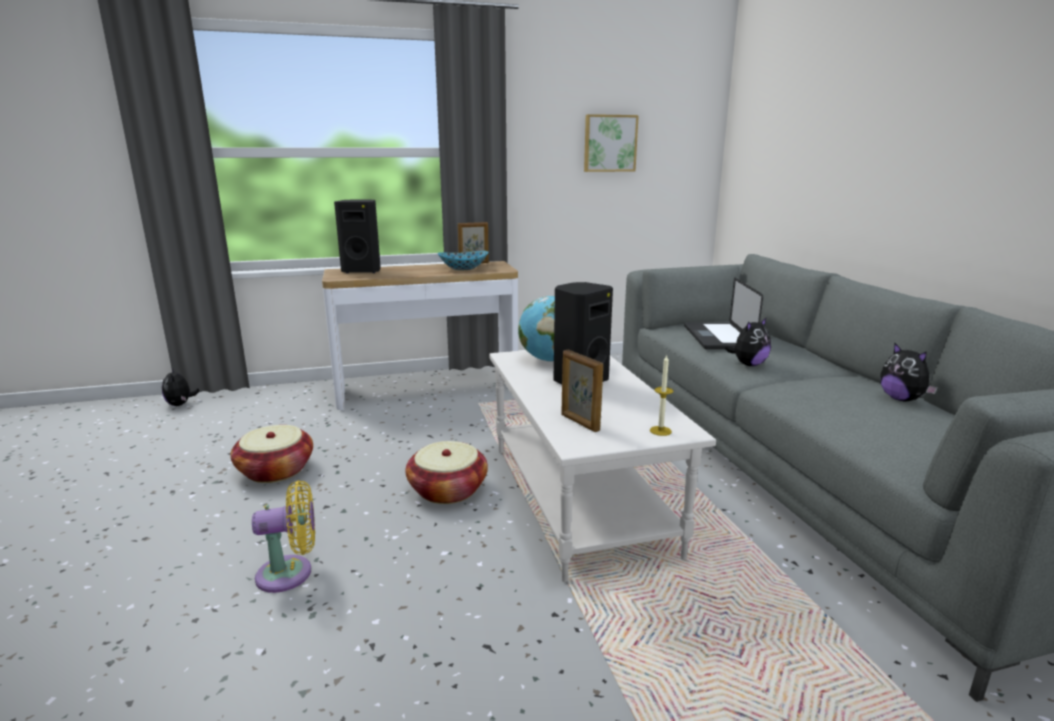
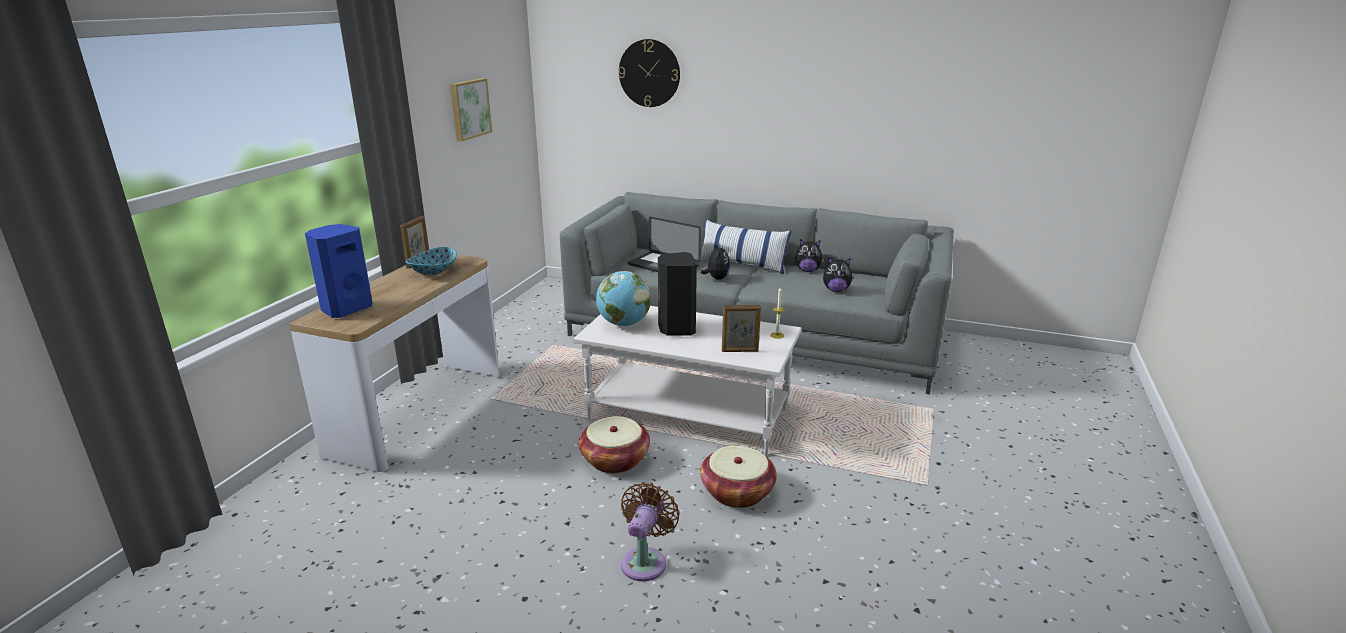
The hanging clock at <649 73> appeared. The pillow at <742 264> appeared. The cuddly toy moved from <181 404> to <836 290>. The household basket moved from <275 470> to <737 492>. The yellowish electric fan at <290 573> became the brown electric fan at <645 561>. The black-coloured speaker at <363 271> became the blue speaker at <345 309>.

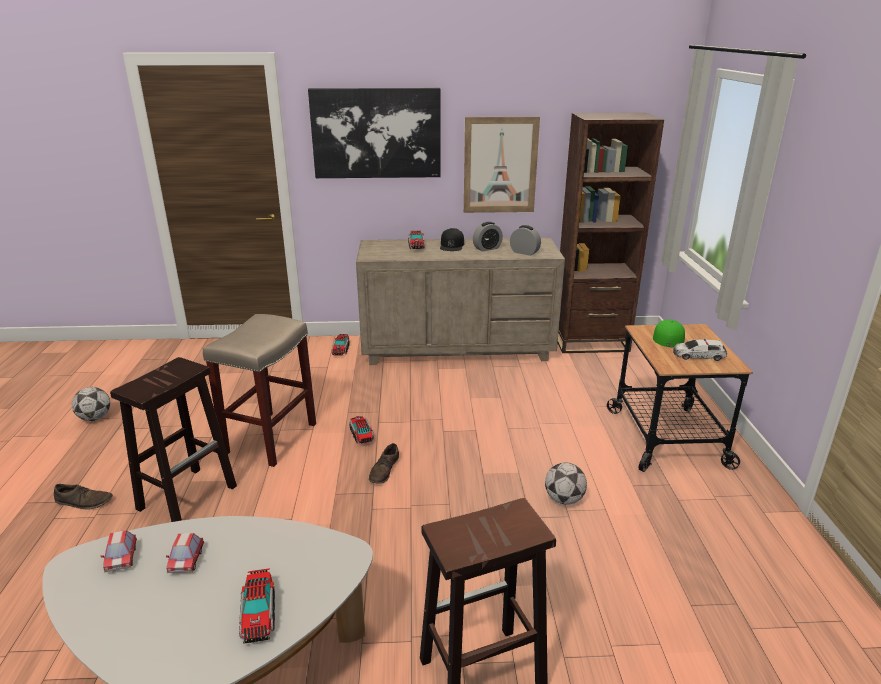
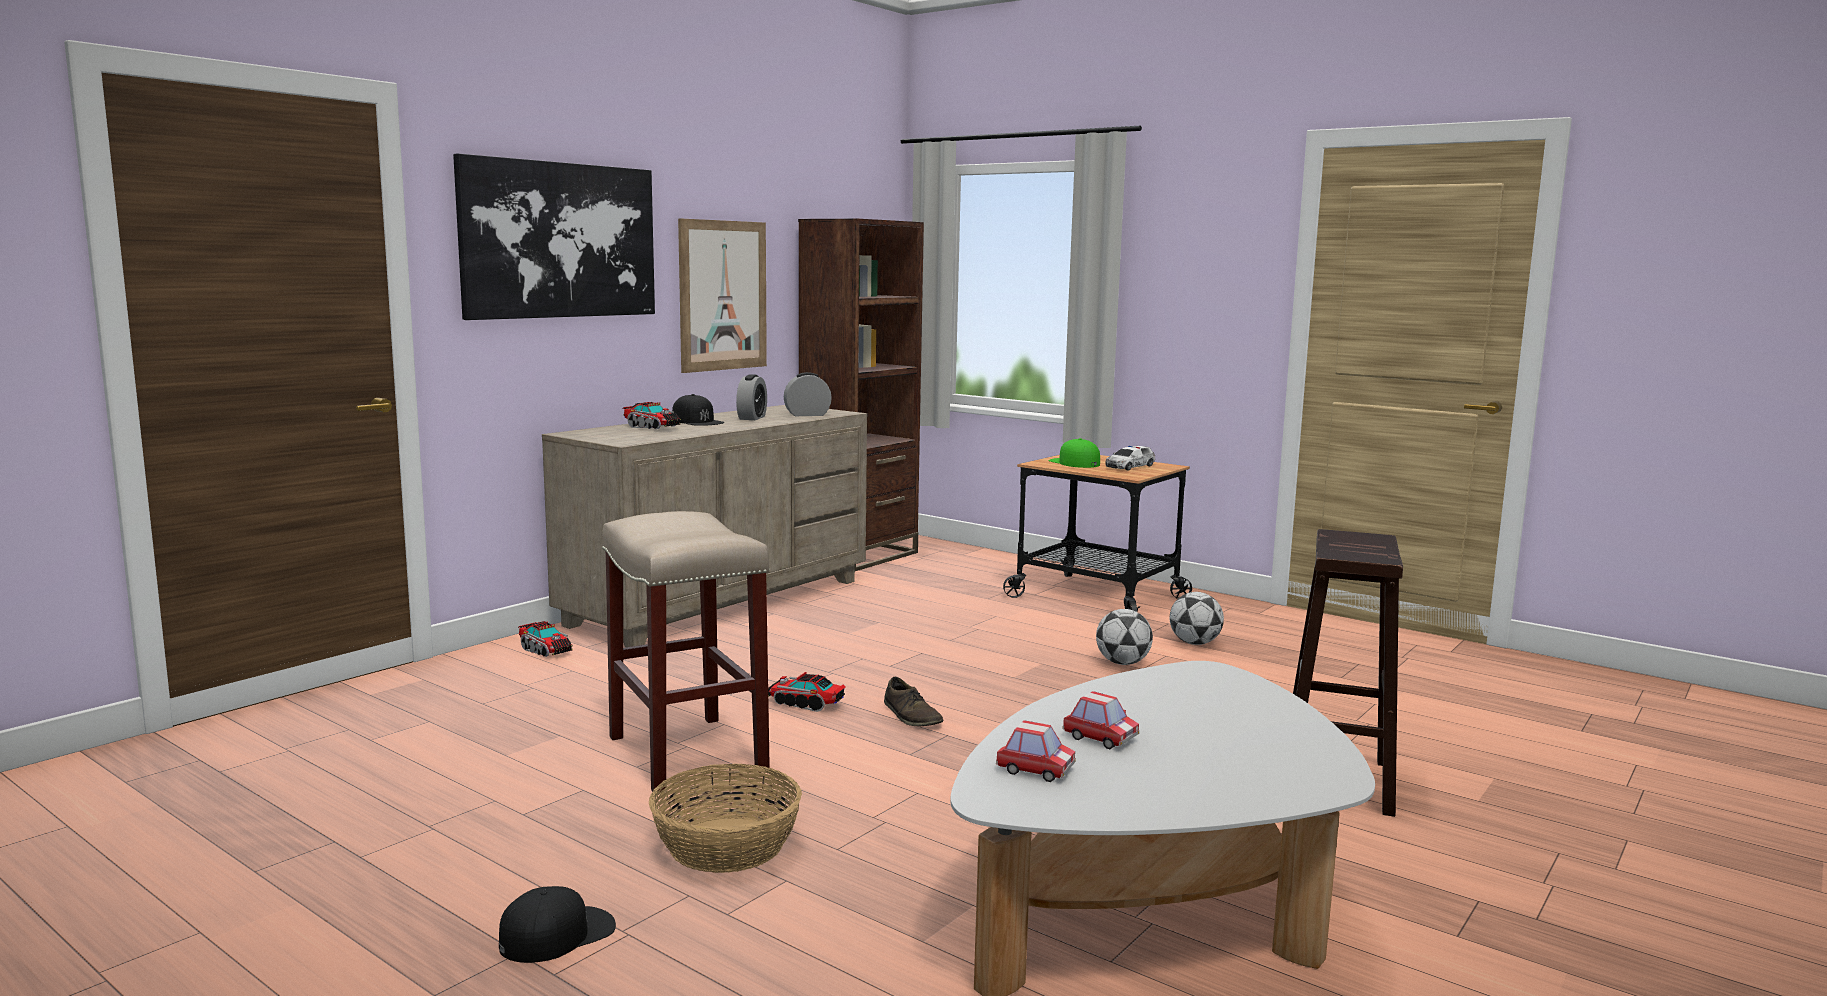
The model truck at <258 615> disappeared. The football ball moved from <95 418> to <1194 643>. The brown shoe at <84 501> was replaced by the black-coloured cap at <557 934>. The brown stool at <188 496> was replaced by the household basket at <725 845>.

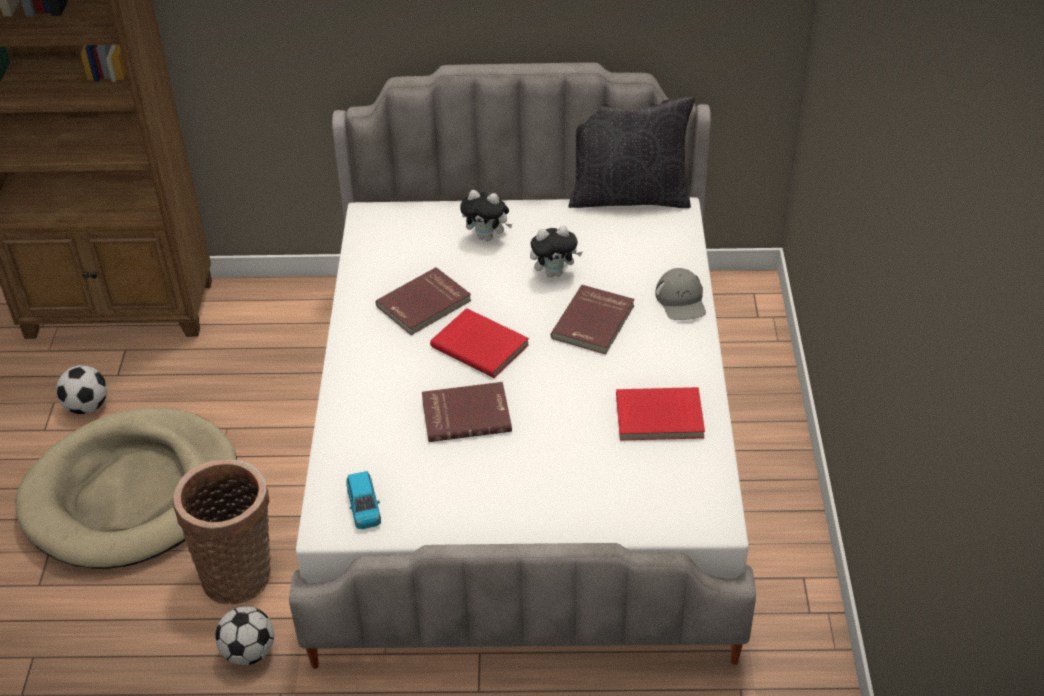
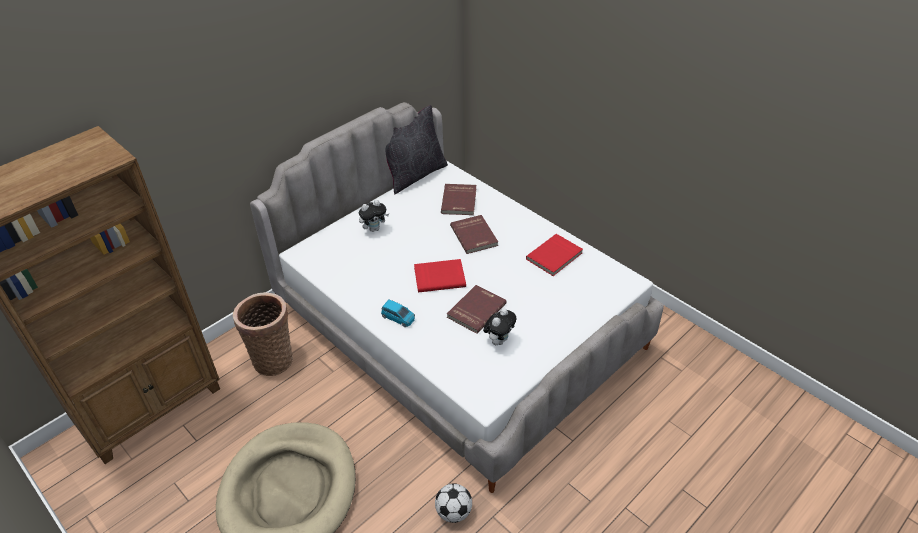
The football ball at <87 406> disappeared. The greyish cap at <681 300> disappeared. The household basket moved from <239 573> to <273 358>. The blue model car moved from <364 508> to <398 318>. The red bound book moved from <425 304> to <460 201>. The cuddly toy moved from <554 273> to <499 340>.

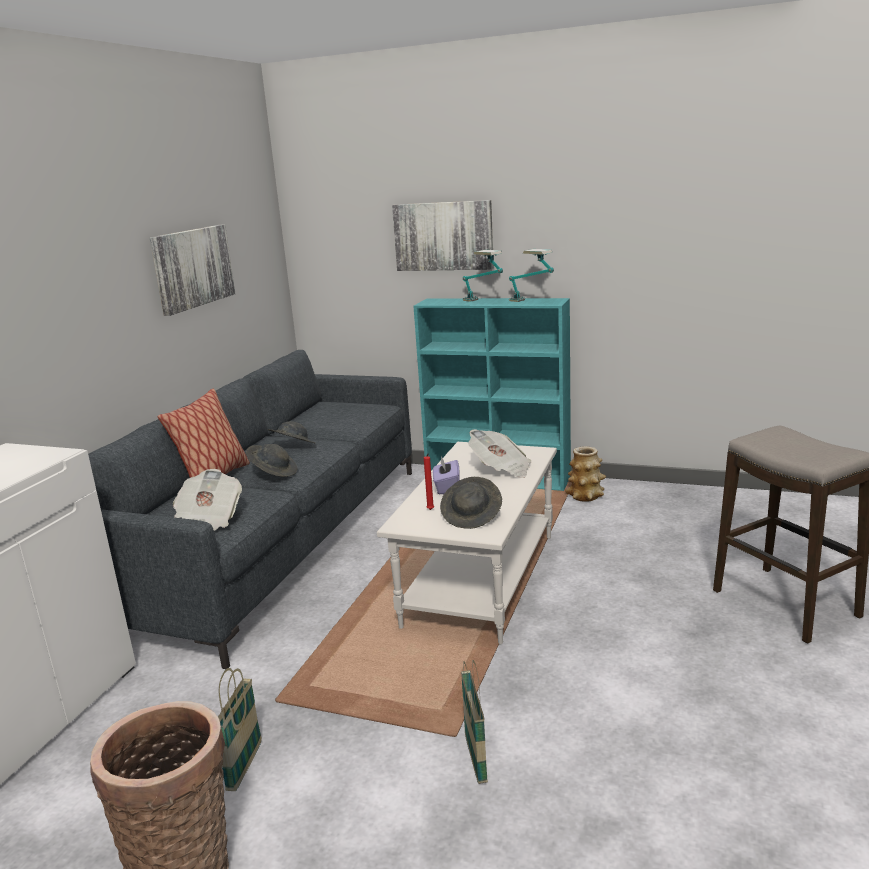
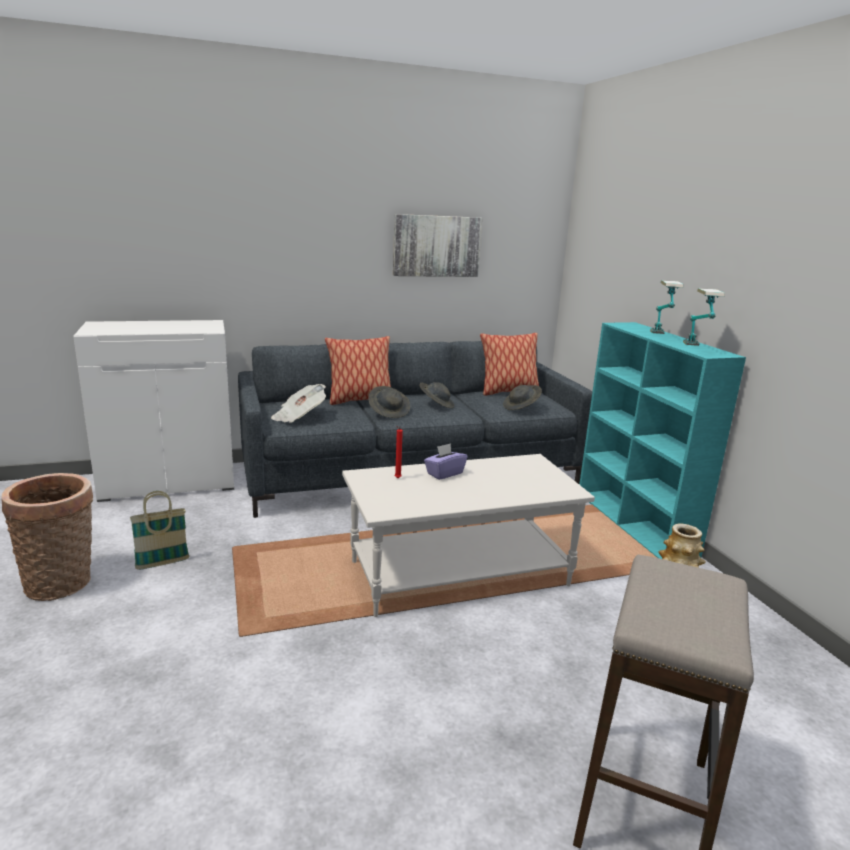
The wall art at <443 236> disappeared. The household basket at <476 759> disappeared. The daily paper at <501 469> disappeared. The pillow at <508 392> appeared. The greyish hat moved from <472 516> to <521 407>.

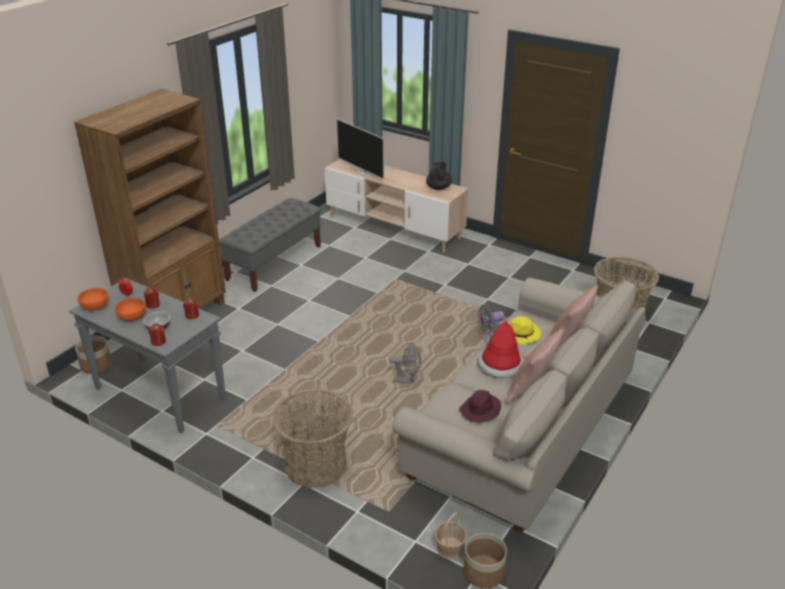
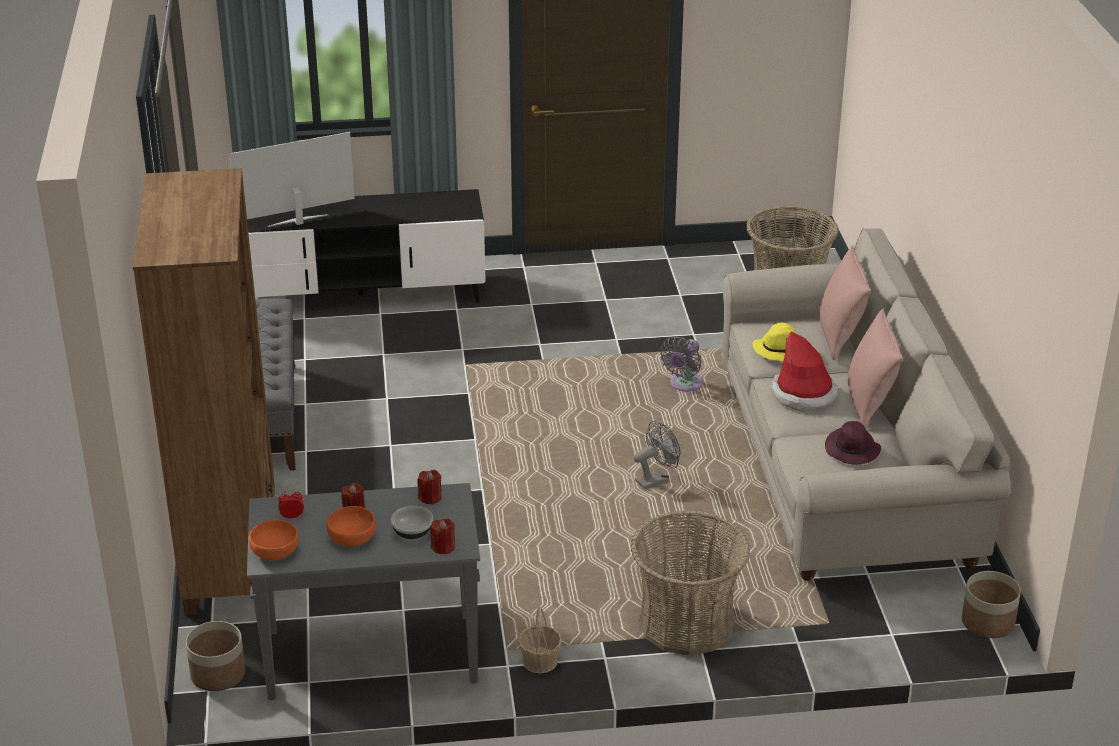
The black-coloured teapot at <438 187> disappeared. The household basket moved from <449 548> to <539 661>. The beige-coloured tv stand at <394 227> became the black-coloured tv stand at <360 294>. The TV set at <363 173> turned 150 degrees clockwise.

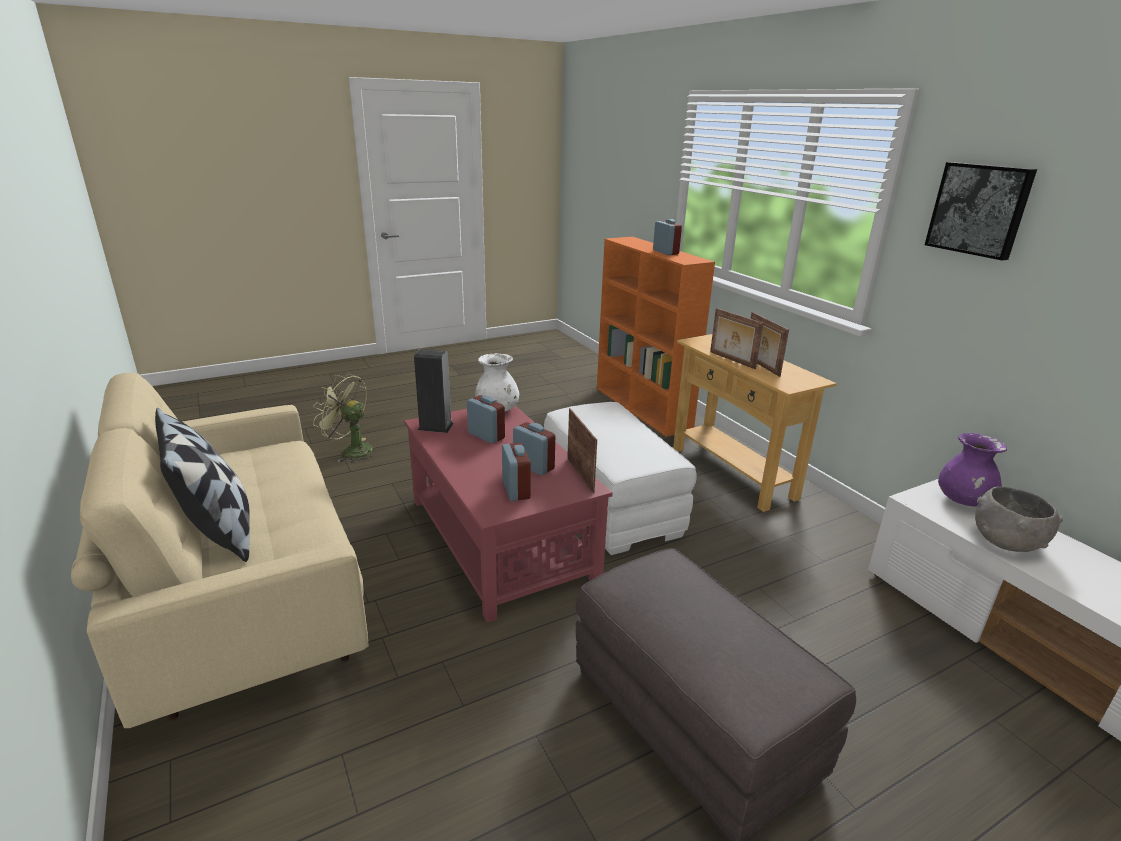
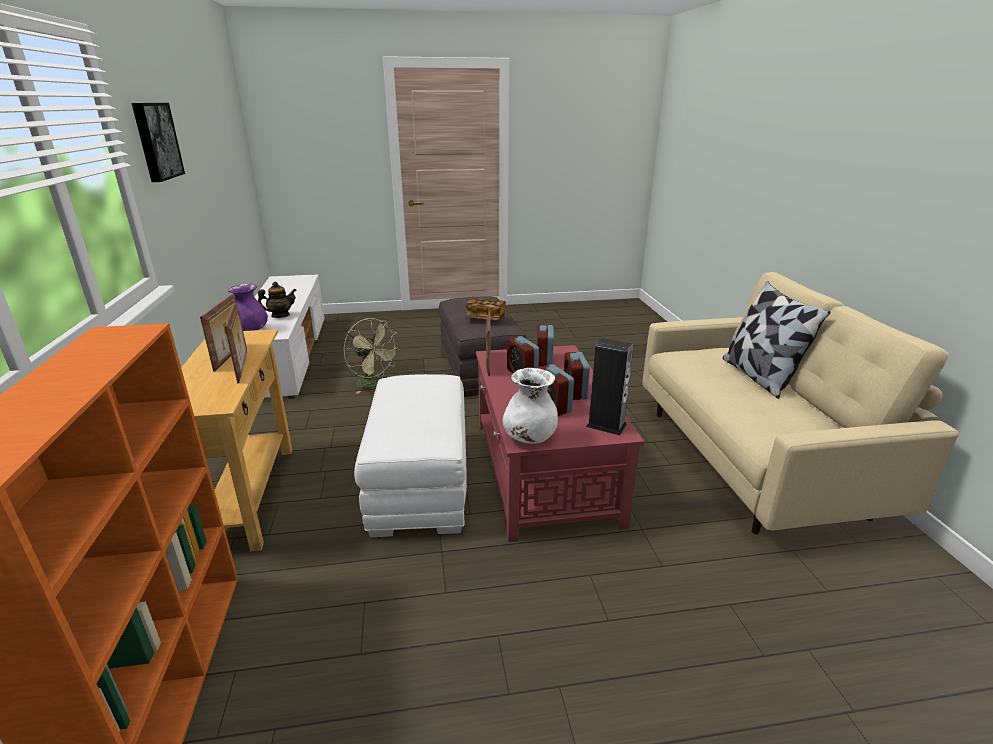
The bound book at <485 318> appeared. The greenish electric fan moved from <350 450> to <374 384>. The table clock moved from <665 252> to <574 392>. The greyish bowl at <1006 542> was replaced by the teapot at <280 315>.

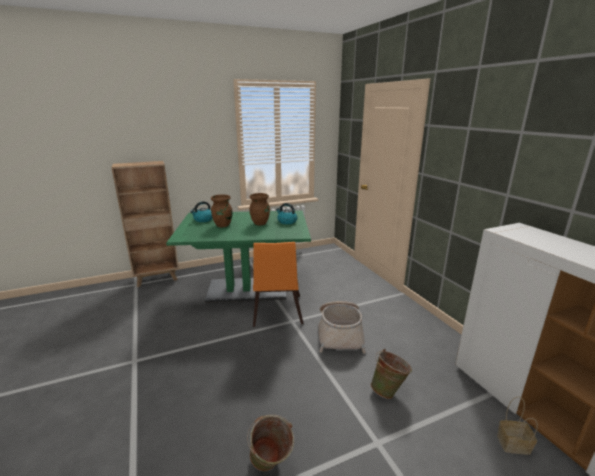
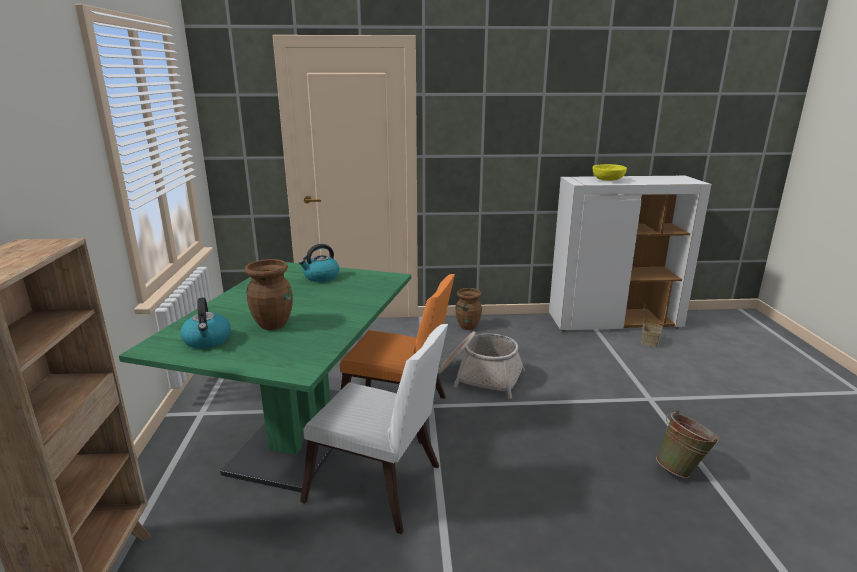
The greenish pail at <389 391> disappeared. The white upright chair at <380 488> appeared. The yellowish bowl at <607 180> appeared. The brown vase moved from <260 223> to <467 326>.

